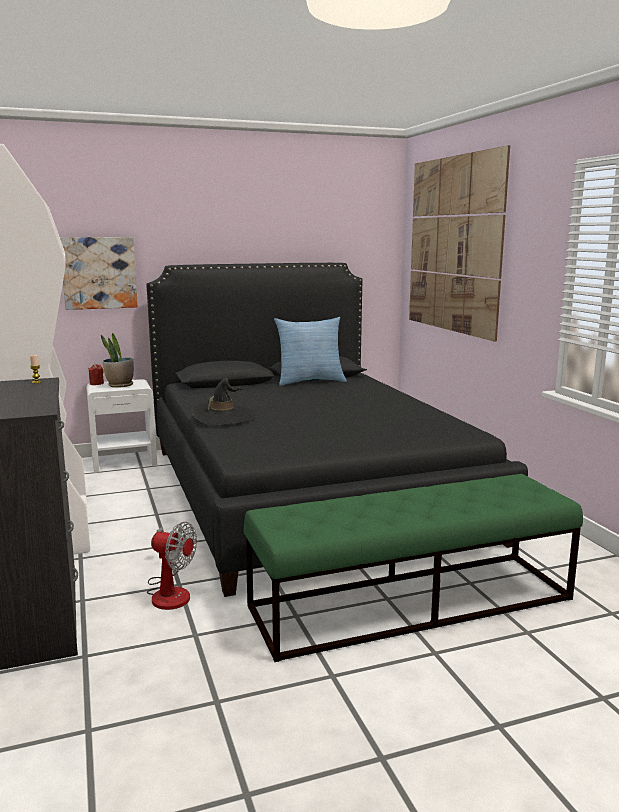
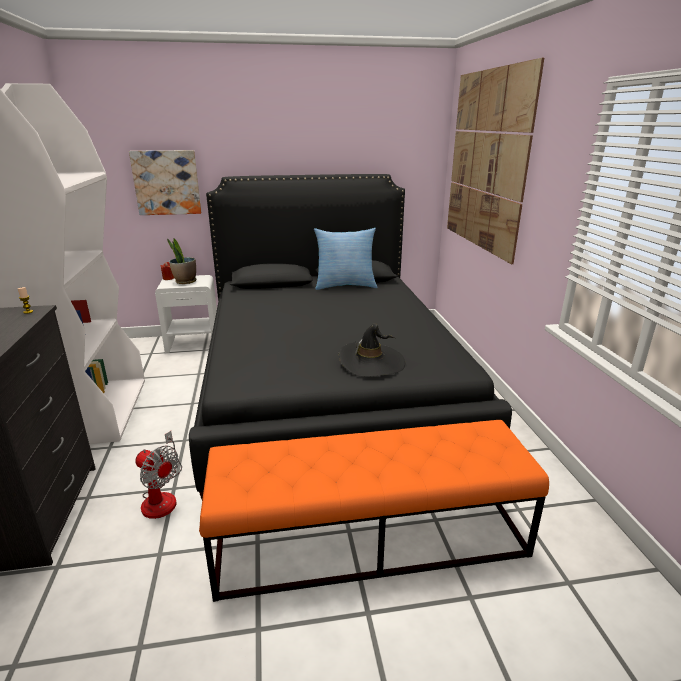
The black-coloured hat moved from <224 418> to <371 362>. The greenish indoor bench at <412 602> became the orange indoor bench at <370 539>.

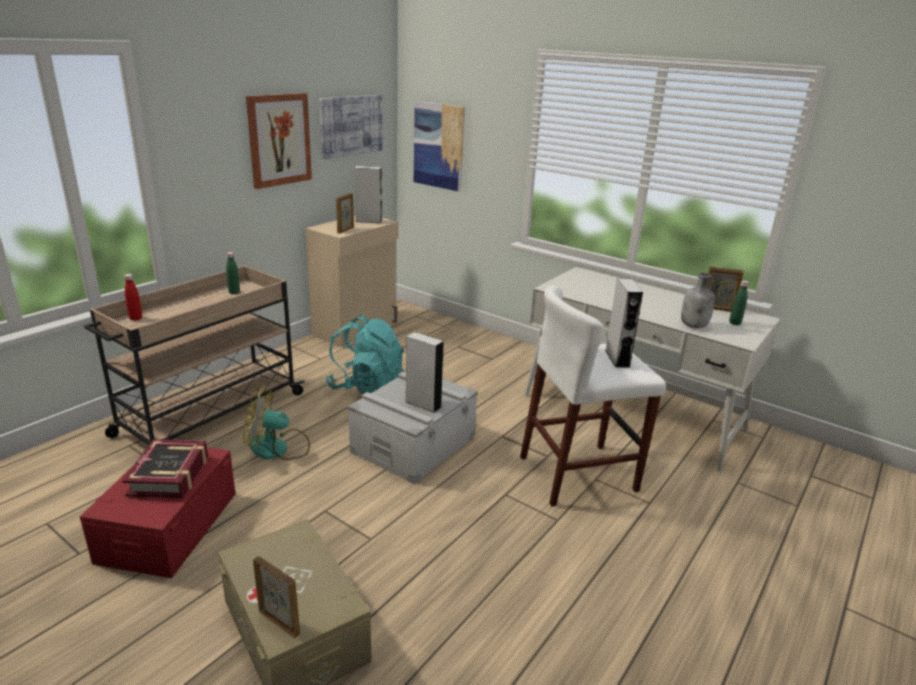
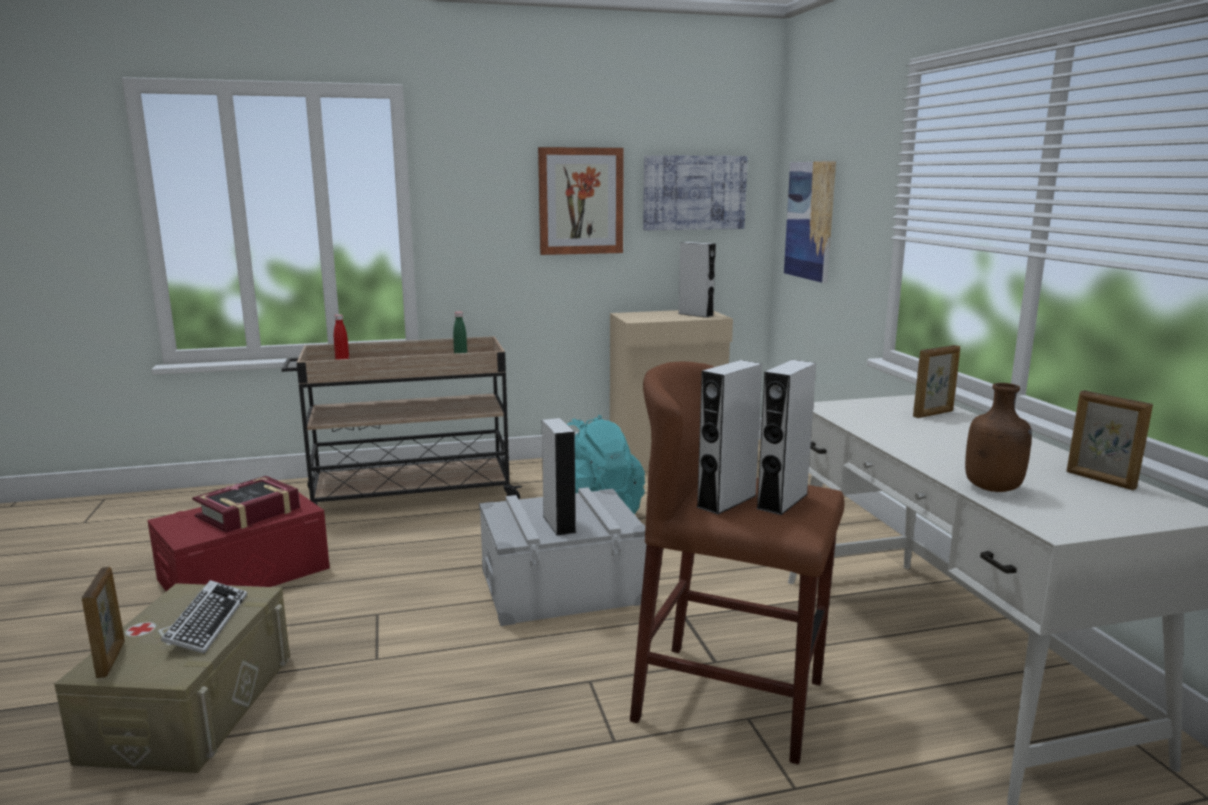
The electric fan at <278 448> disappeared. The greenish beverage bottle at <734 323> disappeared. The PC keyboard at <207 623> appeared. The greyish speaker at <726 501> appeared. The picture frame moved from <346 230> to <933 414>. The white stool at <578 473> became the brown stool at <730 700>. The greyish beverage bottle at <694 326> became the brown beverage bottle at <993 489>.

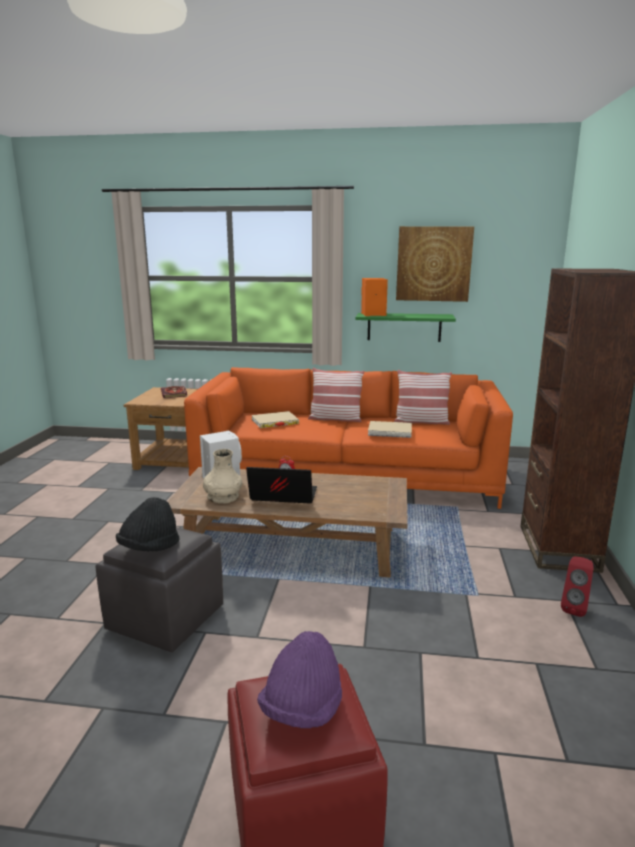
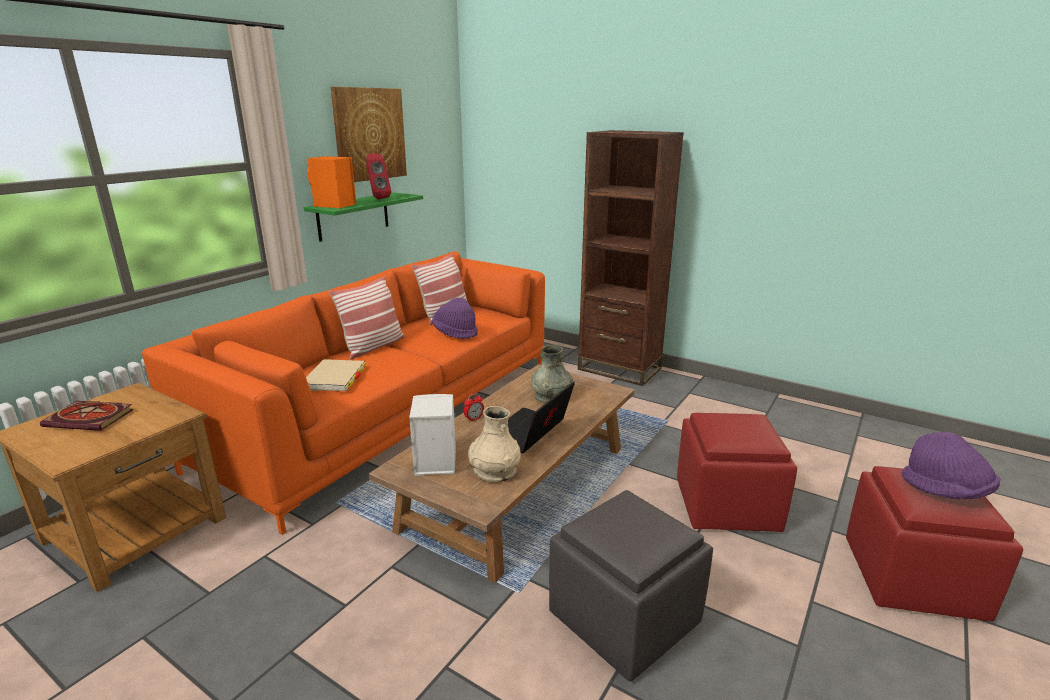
The black-coloured hat at <149 548> disappeared. The greyish vase at <551 396> appeared. The red pouffe at <725 506> appeared. The red speaker moved from <574 608> to <378 198>. The beige-coloured bound book at <390 431> was replaced by the purple-coloured hat at <455 333>.

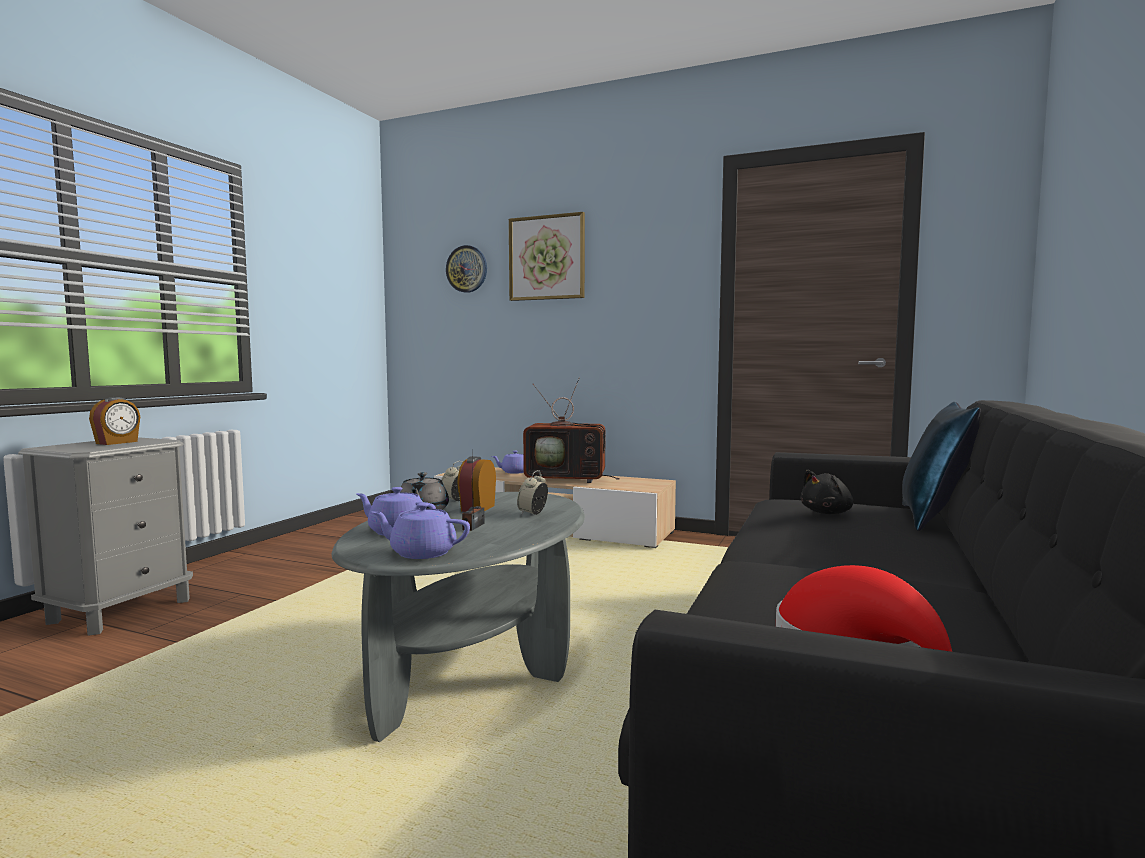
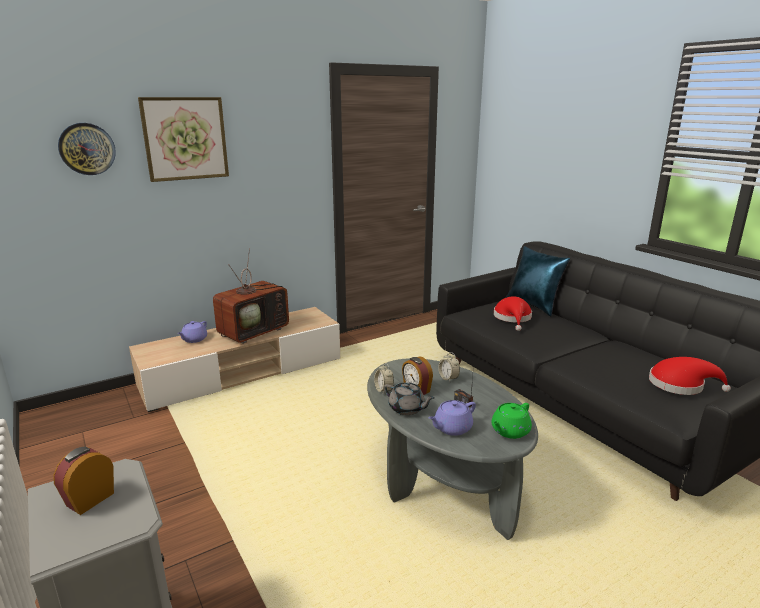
The black-coloured cuddly toy at <828 513> was replaced by the red hat at <513 318>. The purple-coloured teapot at <421 553> became the greenish teapot at <509 431>. The table clock at <117 442> turned 120 degrees counterclockwise.

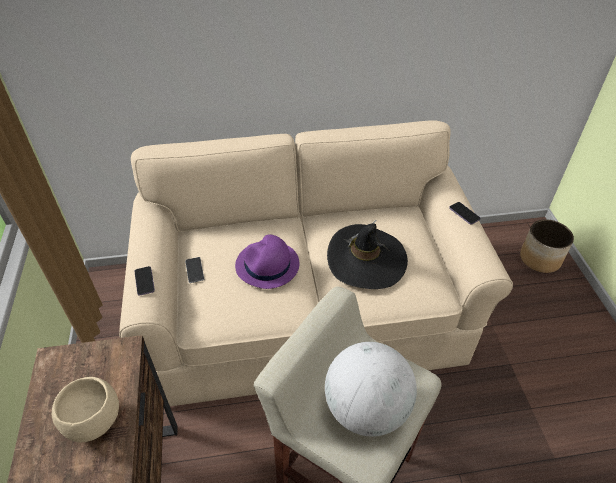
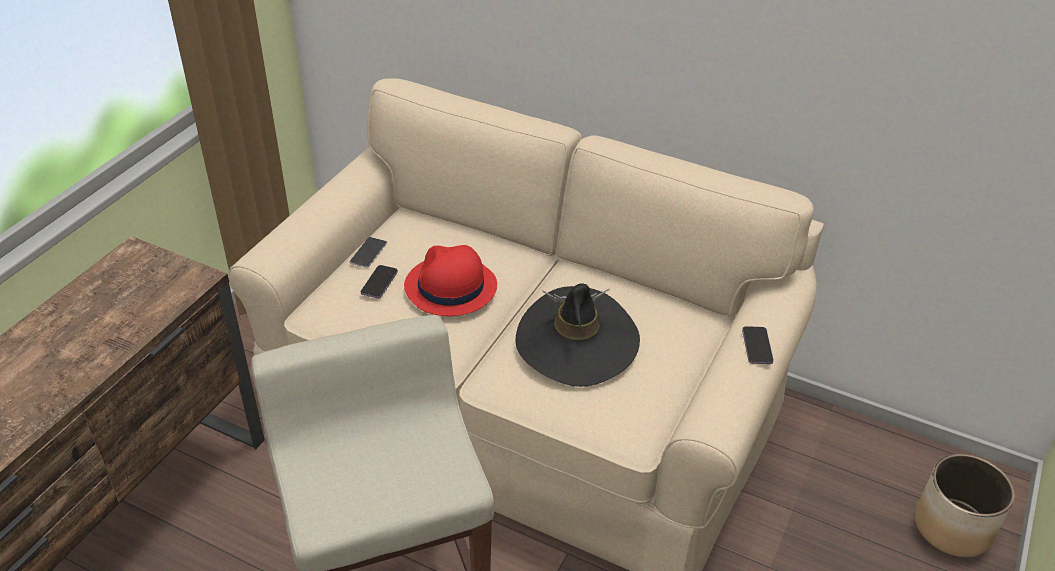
The beige-coloured bowl at <94 421> disappeared. The desk globe at <366 409> disappeared. The handset moved from <144 281> to <379 283>. The purple-coloured hat at <267 265> became the red hat at <450 287>.

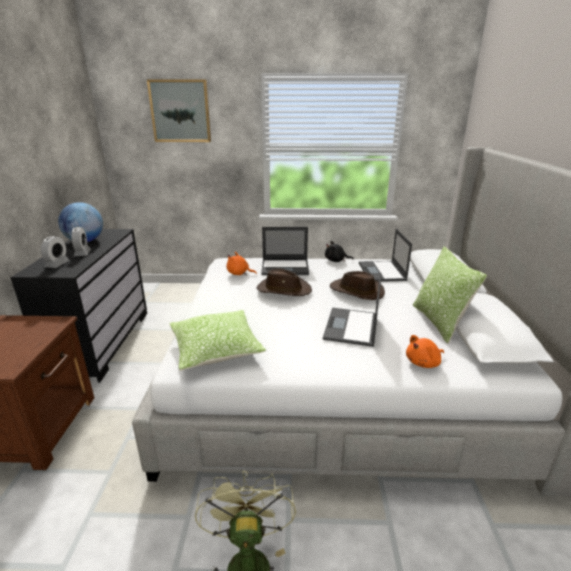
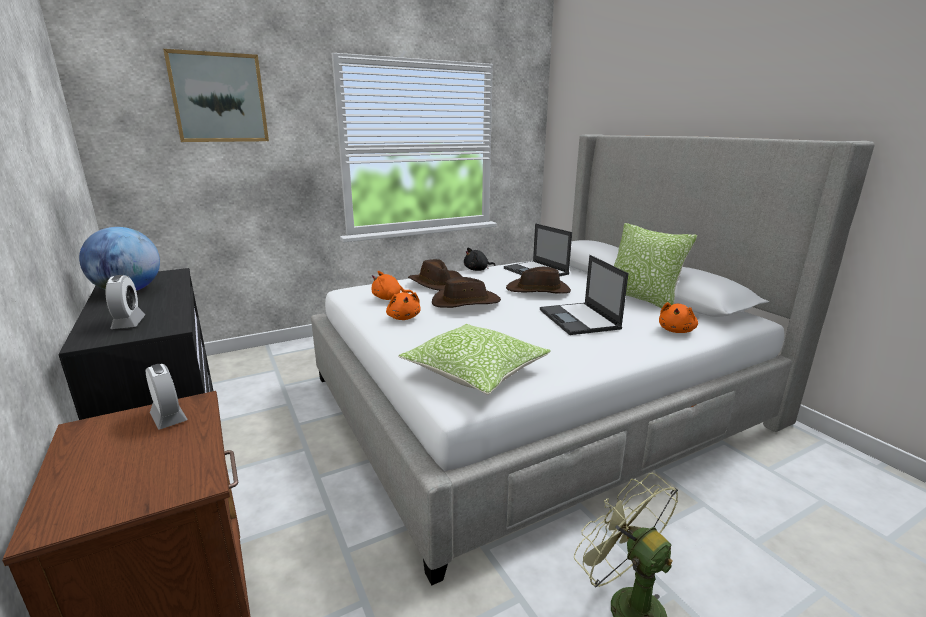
The orange cuddly toy at <403 317> appeared. The table clock moved from <82 253> to <168 417>. The notebook computer at <285 267> was replaced by the brown hat at <436 283>.

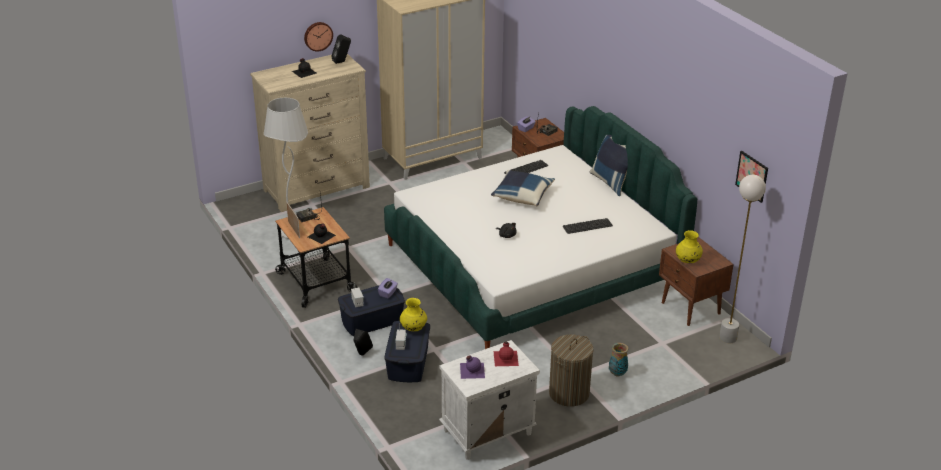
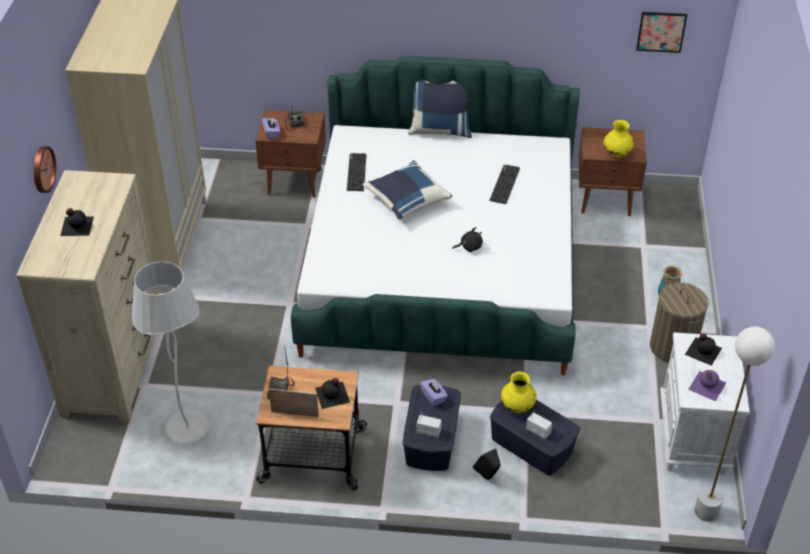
The black-coloured speaker at <342 62> disappeared. The white standing lamp moved from <728 338> to <706 511>. The red beverage bottle at <506 358> became the black-coloured beverage bottle at <703 350>.

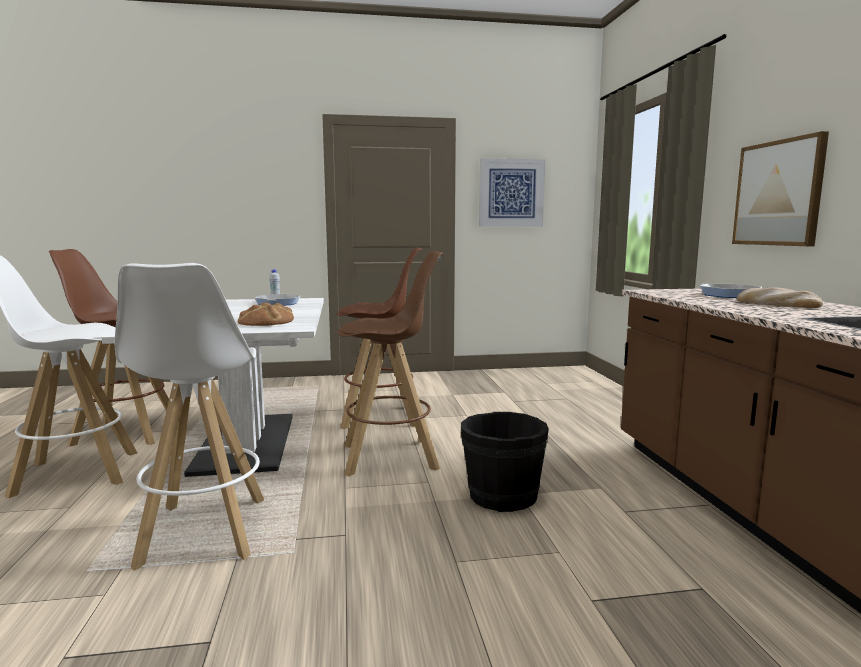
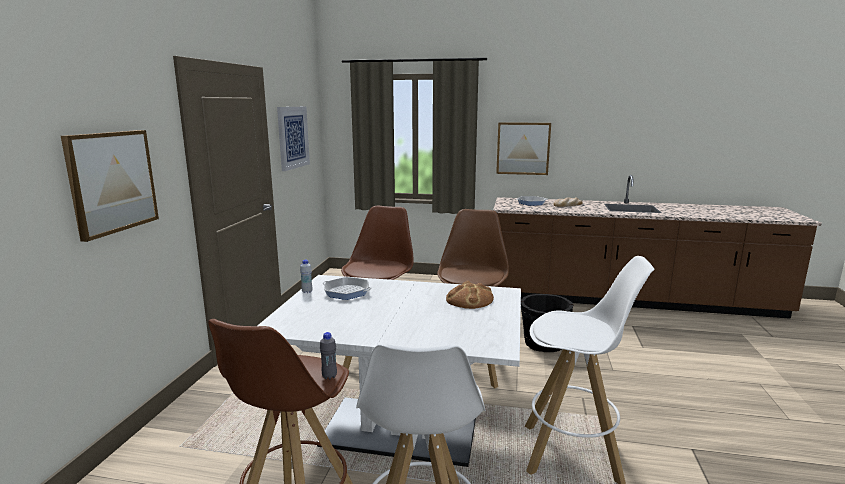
The wall art at <112 182> appeared. The greyish beverage bottle at <329 376> appeared.

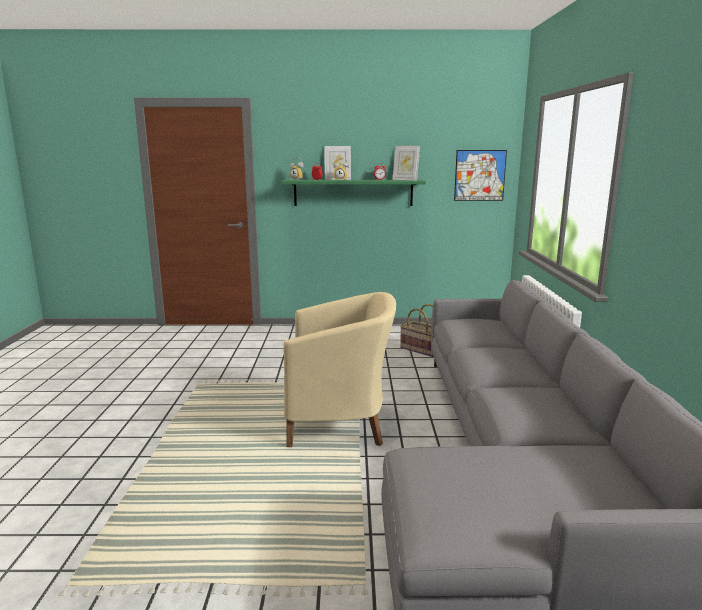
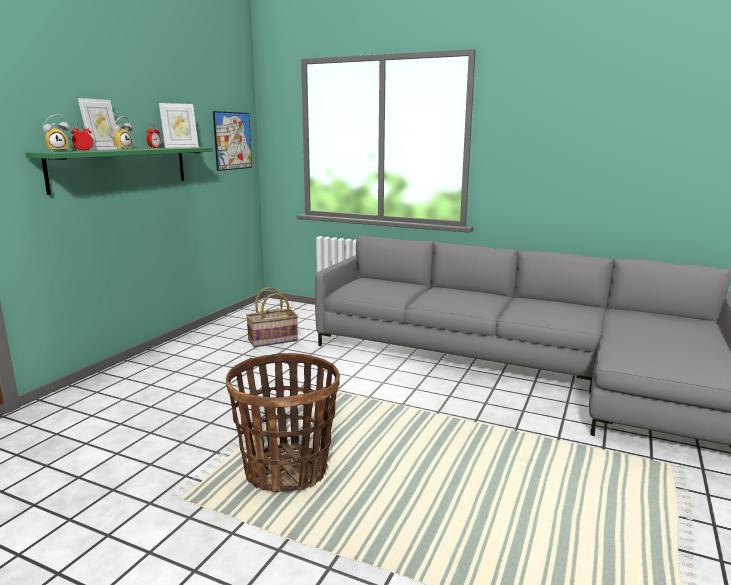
The beige-coloured armchair at <340 423> disappeared. The household basket at <287 470> appeared.

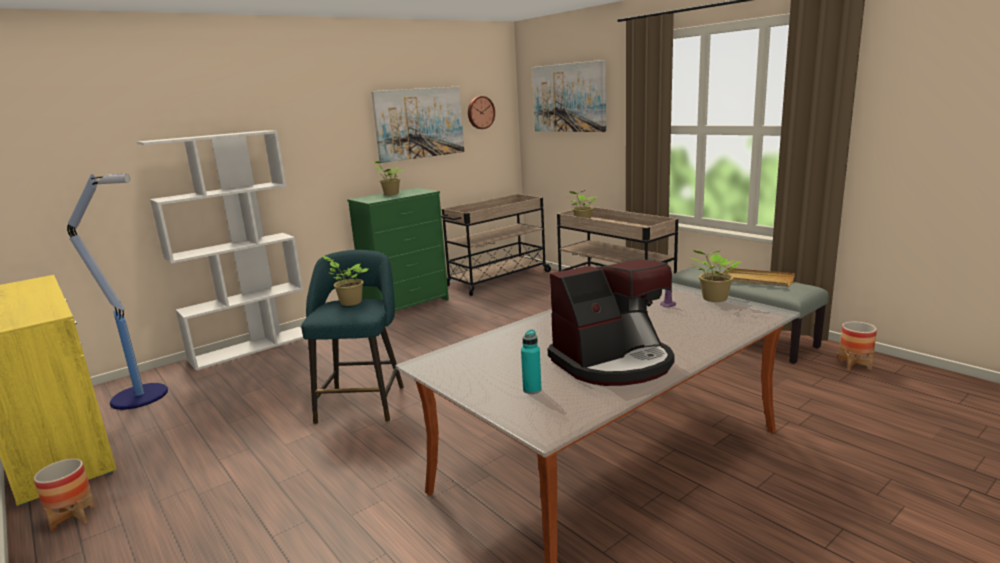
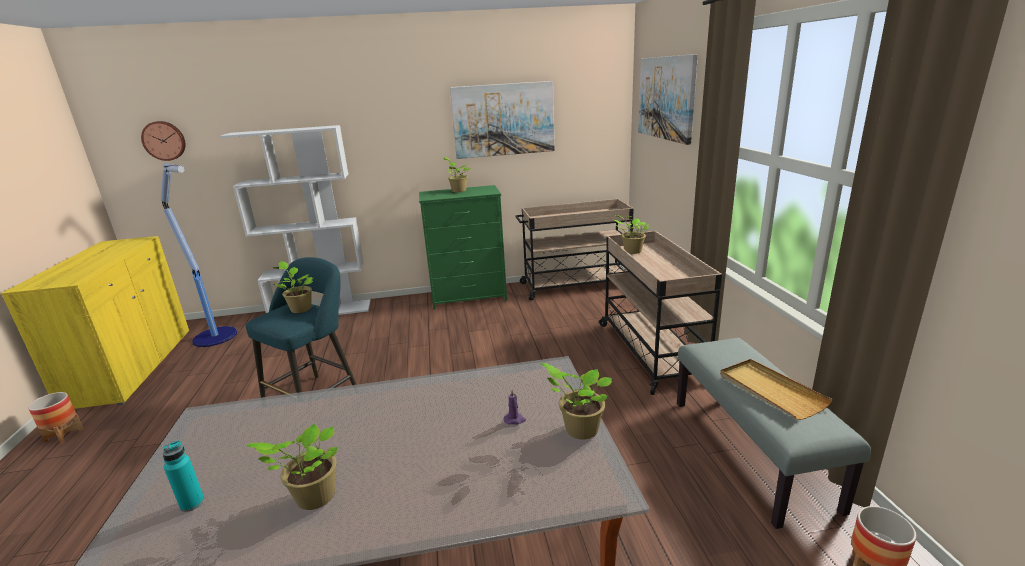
The hanging clock moved from <480 112> to <164 140>. The coffee maker at <613 363> was replaced by the houseplant at <312 498>.

